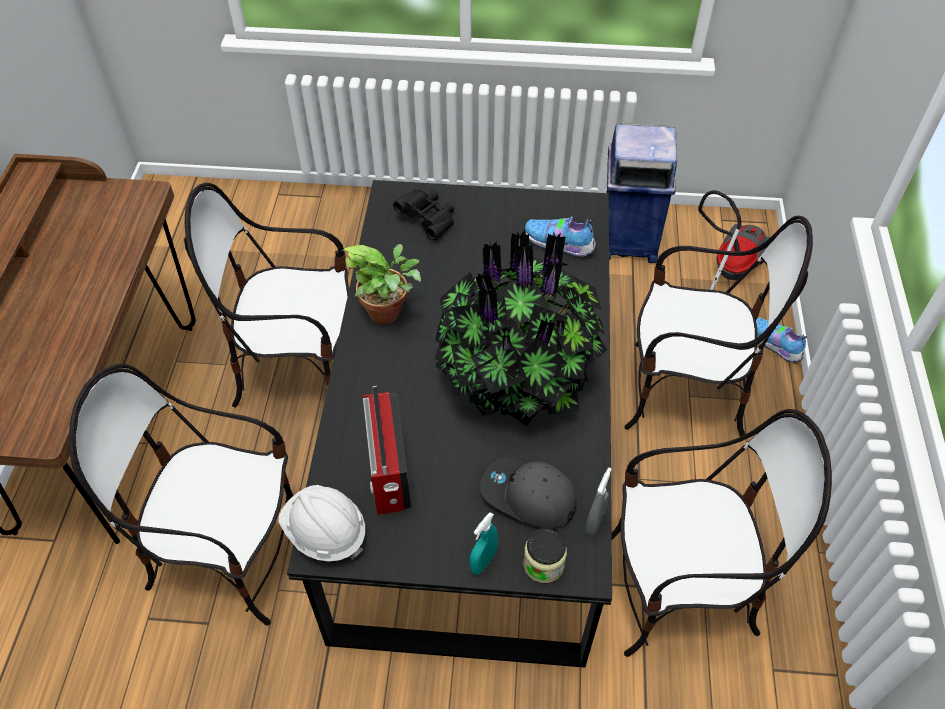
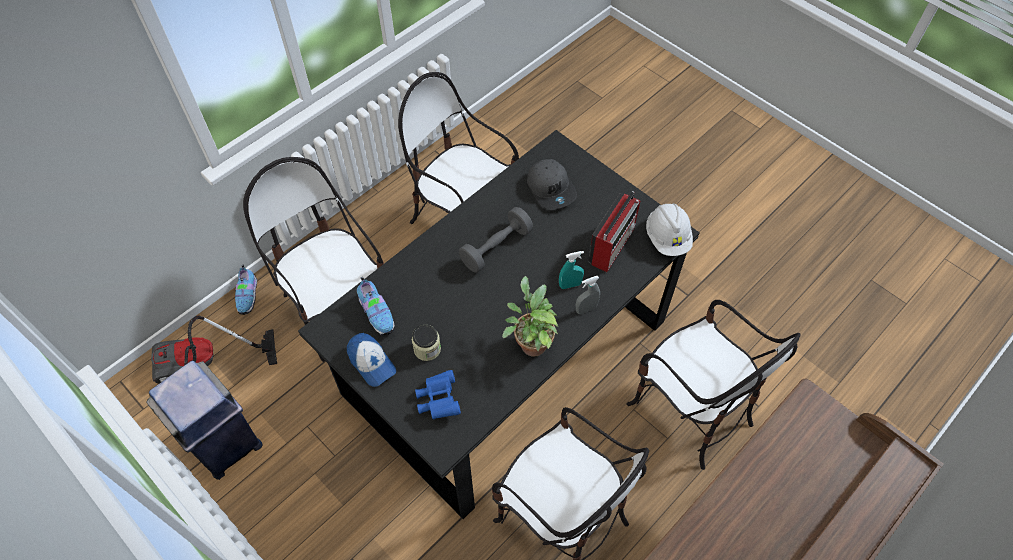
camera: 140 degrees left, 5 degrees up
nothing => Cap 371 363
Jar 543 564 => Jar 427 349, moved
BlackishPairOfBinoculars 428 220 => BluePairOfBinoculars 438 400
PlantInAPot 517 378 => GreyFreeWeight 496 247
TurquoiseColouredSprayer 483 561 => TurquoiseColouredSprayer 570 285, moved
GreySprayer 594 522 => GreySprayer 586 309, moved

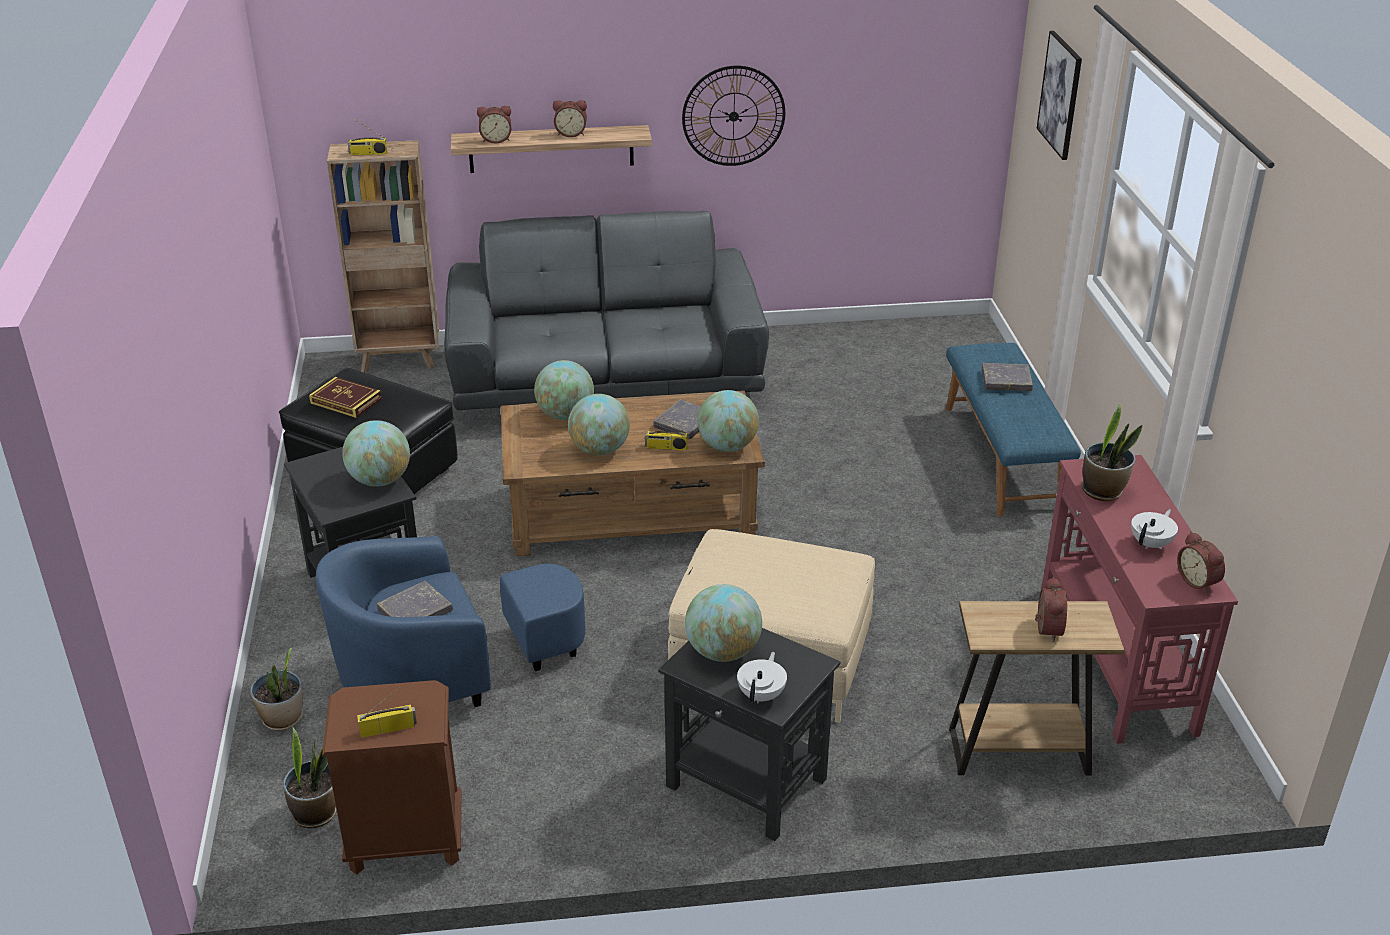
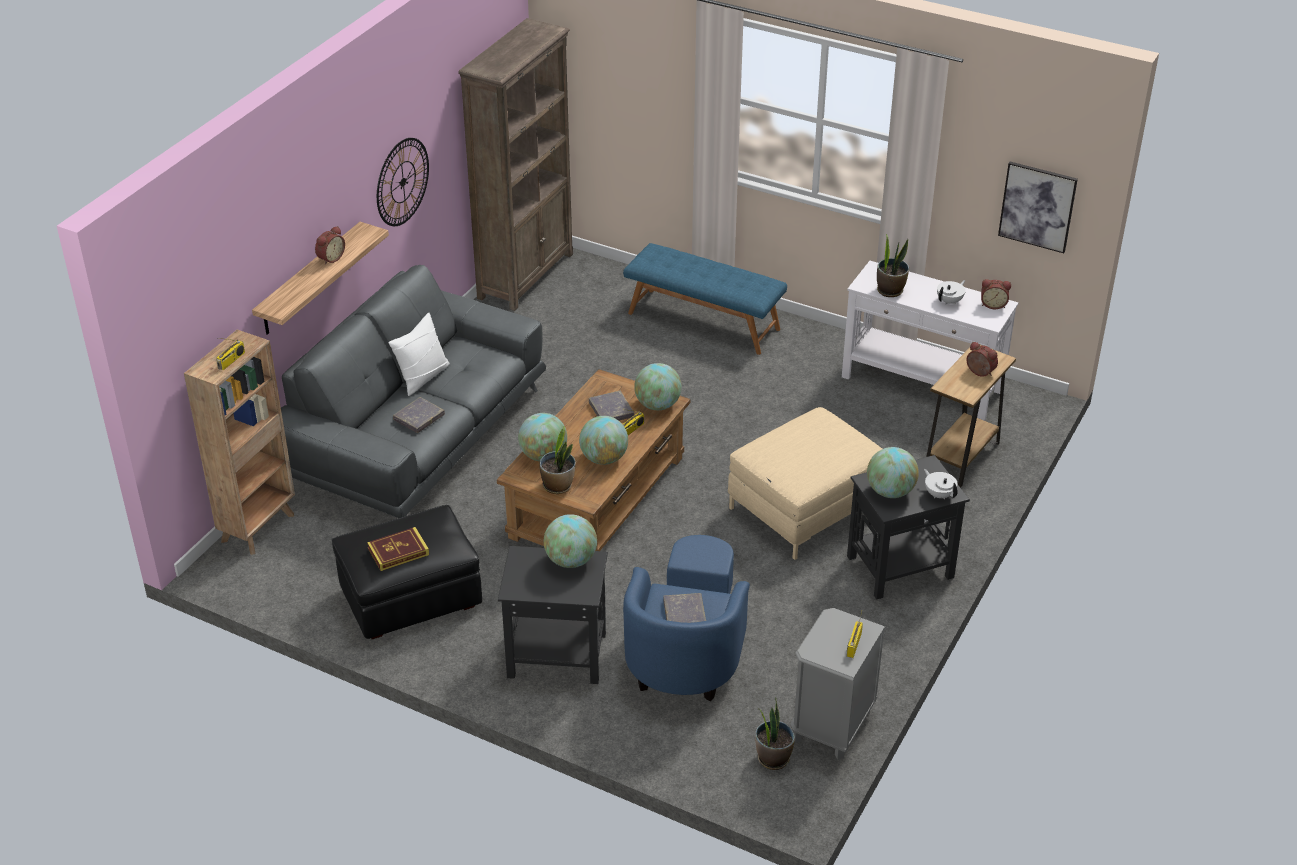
camera: 55 degrees left, 5 degrees up
nothing => WhitishCushion 422 377
GreyBook 1006 380 => GreyBook 419 417, moved
nothing => BrownishShelvingUnit 526 275
PlantInAPot 283 719 => PlantInAPot 558 486, moved
BrownishNightTable 405 841 => GreyNightTable 831 726
RedHallTable 1115 660 => WhitishHallTable 922 385
WhitishTeaPot 1151 544 => WhitishTeaPot 950 301, 60 degrees clockwise
Picture 1060 95 => Picture 1037 206, moved
AlarmClock 496 139 => nothing

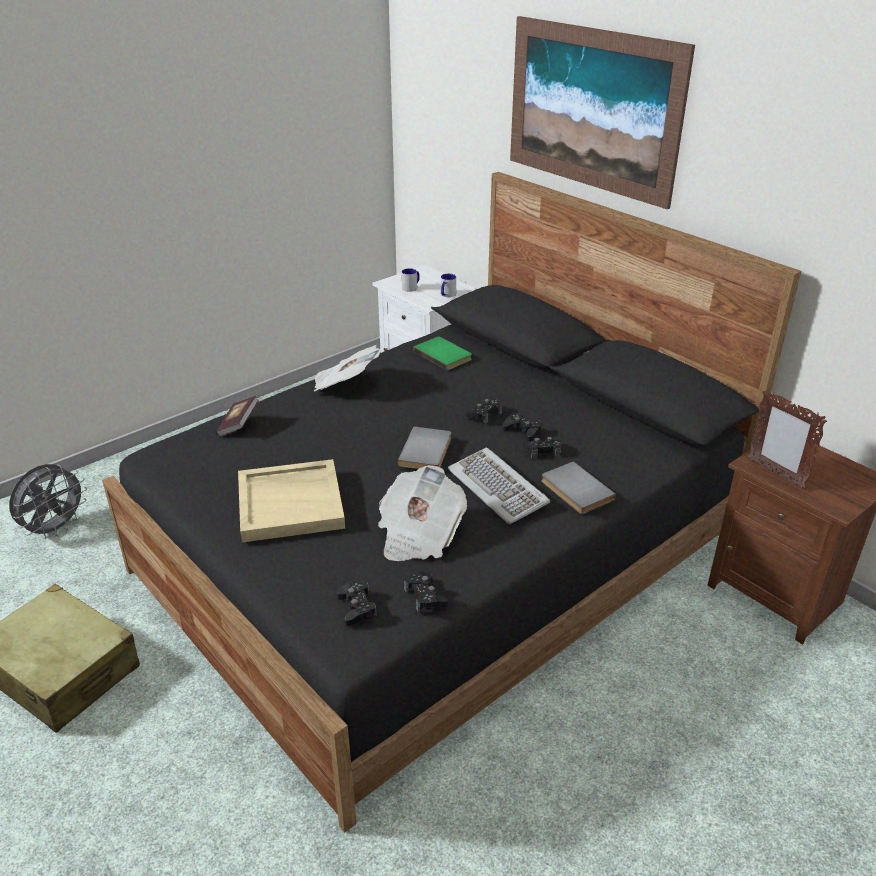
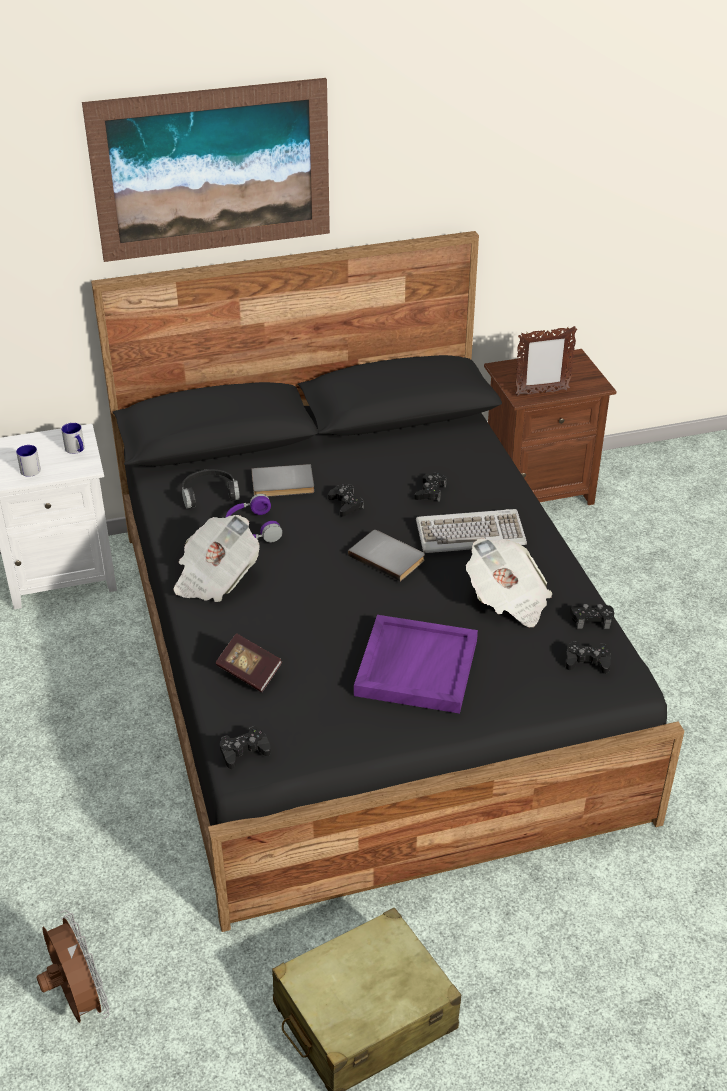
camera: 65 degrees left, 5 degrees up
GreyElectricFan 55 528 => BrownishElectricFan 78 1001
GreenBook 444 355 => BlackishPairOfHeadphones 209 493
BlackishGameController 522 431 => BlackishGameController 244 751, moved
nothing => PurplePairOfHeadphones 251 528
GreyBook 575 491 => GreyBook 283 484, moved
BeigeColouredCarryingTray 291 503 => PurpleCarryingTray 416 666

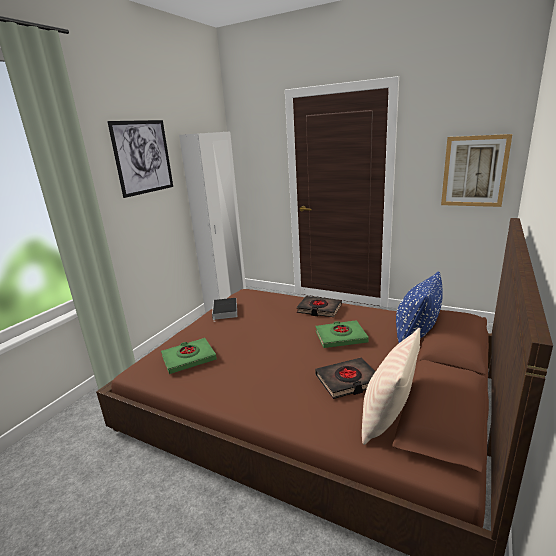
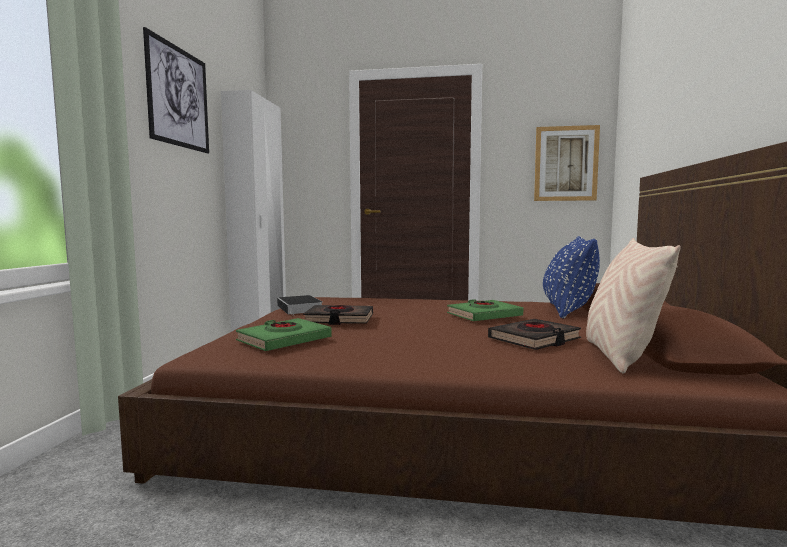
camera: 20 degrees left, 15 degrees down
BlackishBook 319 309 => BlackishBook 339 319, moved

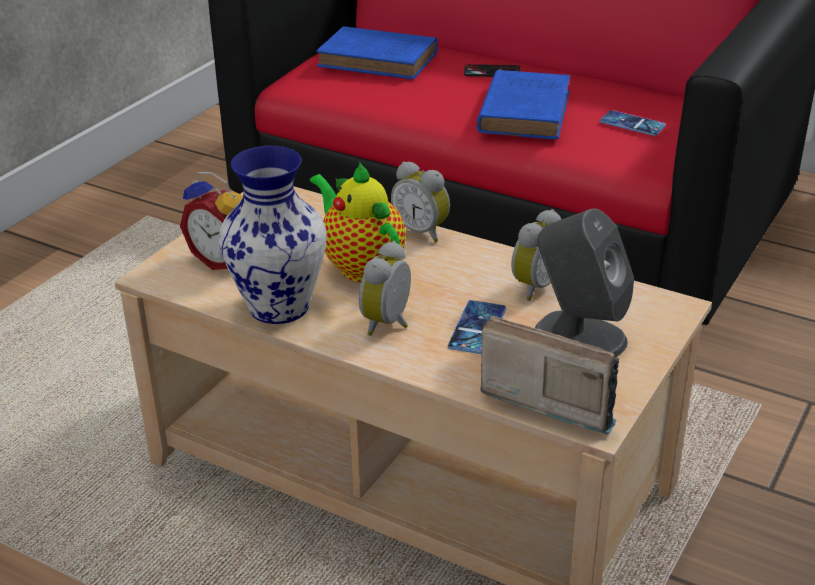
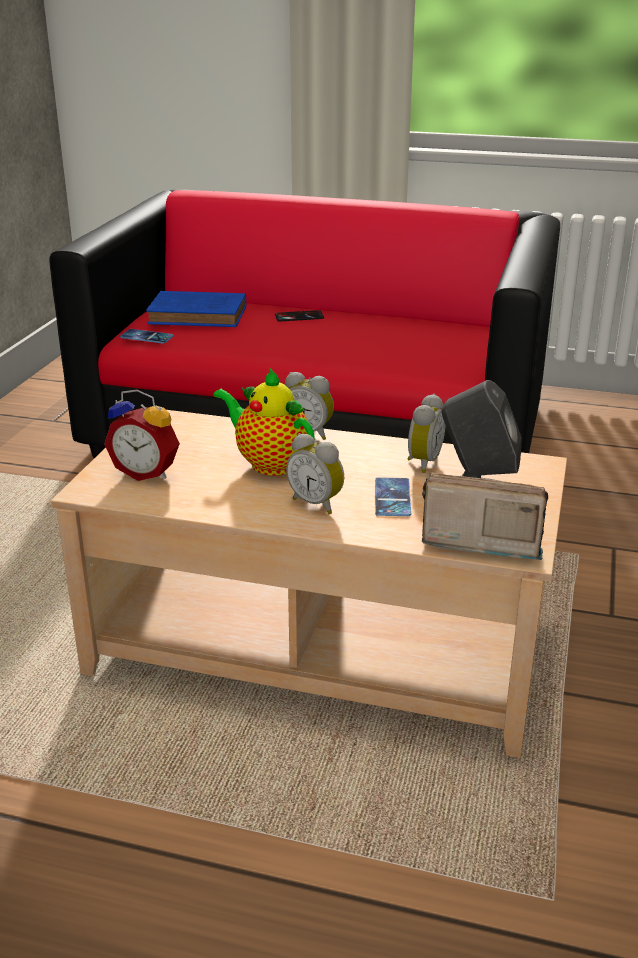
camera: 15 degrees left, 5 degrees down
Phone 632 124 => Phone 147 337, moved
AlarmClock 390 324 => AlarmClock 317 503, 60 degrees counterclockwise
Vase 280 308 => nothing
BlueBook 525 110 => nothing

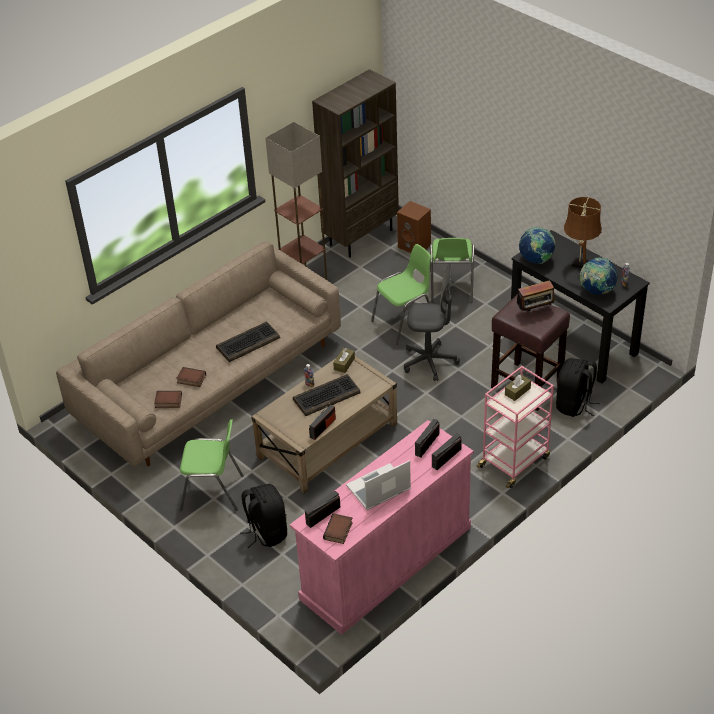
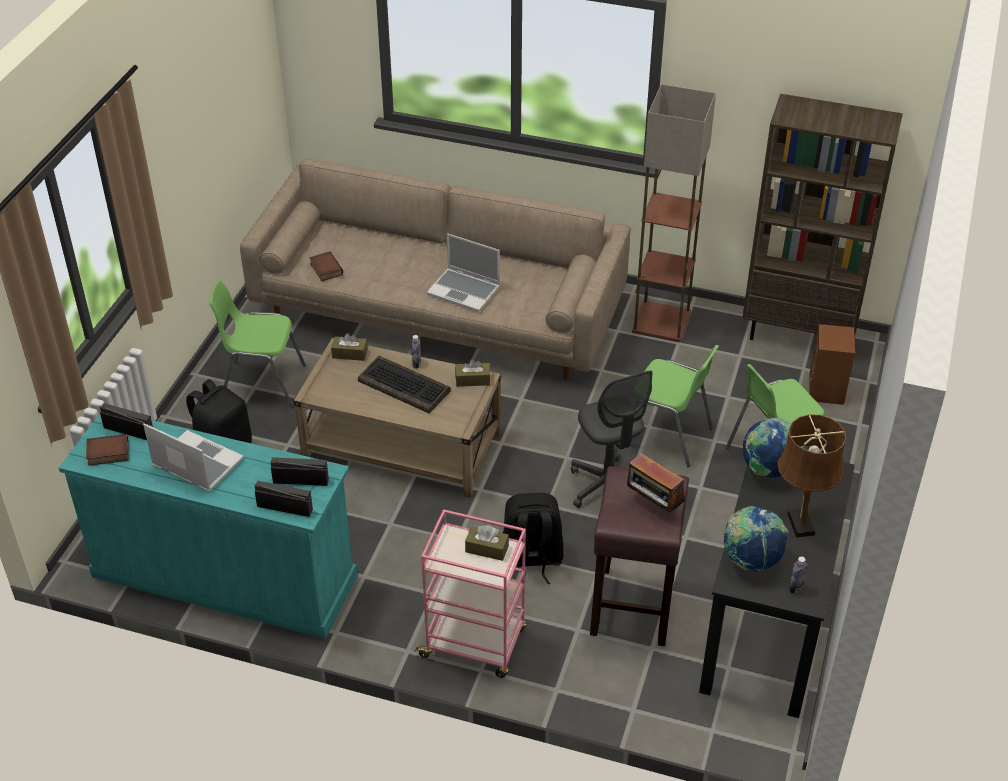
camera: 60 degrees right, 0 degrees up
PinkishChestOfDrawers 386 563 => TurquoiseColouredChestOfDrawers 223 576
GreenPlainChair 213 493 => GreenPlainChair 262 383, 120 degrees clockwise
nothing => BrownishTissueHolder 350 354
ComputerKeyboard 248 342 => Laptop 465 291
BlackishRucksack 574 405 => BlackishRucksack 531 560, moved
Book 191 379 => nothing
RadioSet 322 428 => nothing

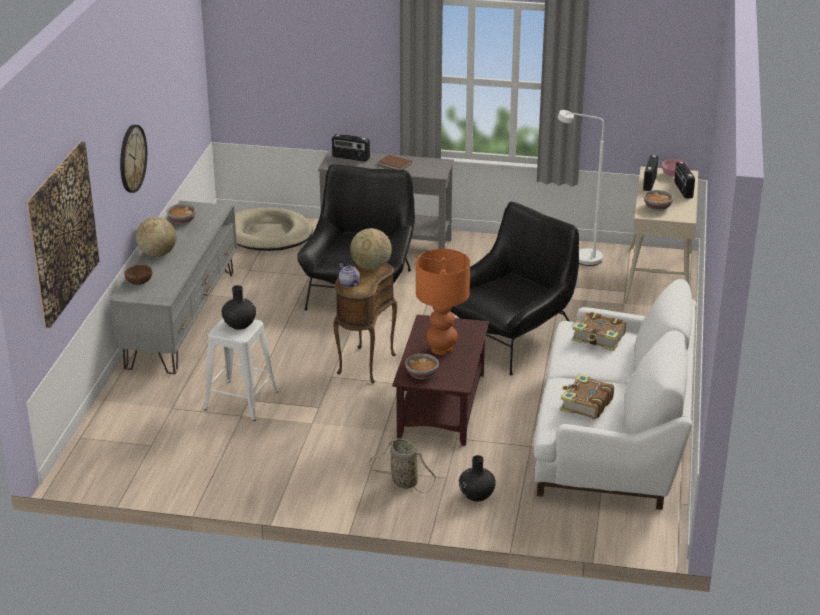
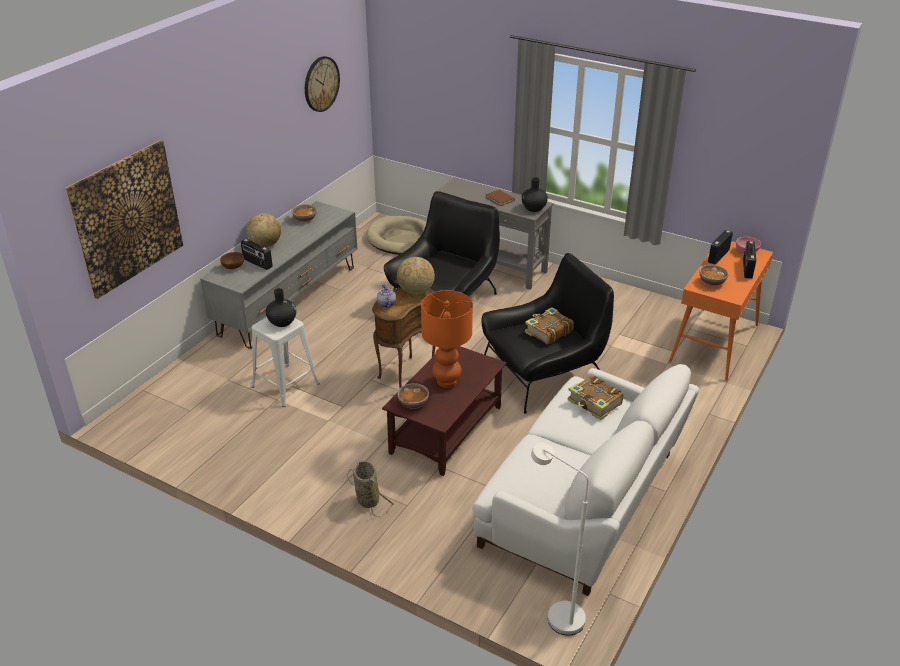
camera: 20 degrees right, 5 degrees up
RadioSet 350 158 => RadioSet 257 263, moved
WallClock 132 158 => WallClock 321 84, moved
BlackishVase 476 495 => BlackishVase 533 208, moved
Book 585 404 => Book 548 332, moved
WhitishStandingLamp 580 258 => WhitishStandingLamp 556 614, moved
BeigeColouredHallTable 659 277 => OrangeHallTable 714 344

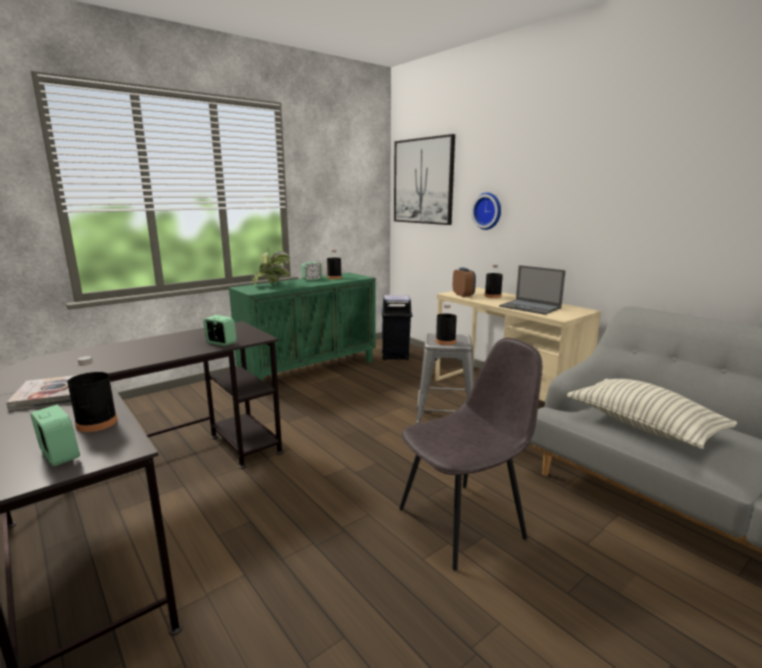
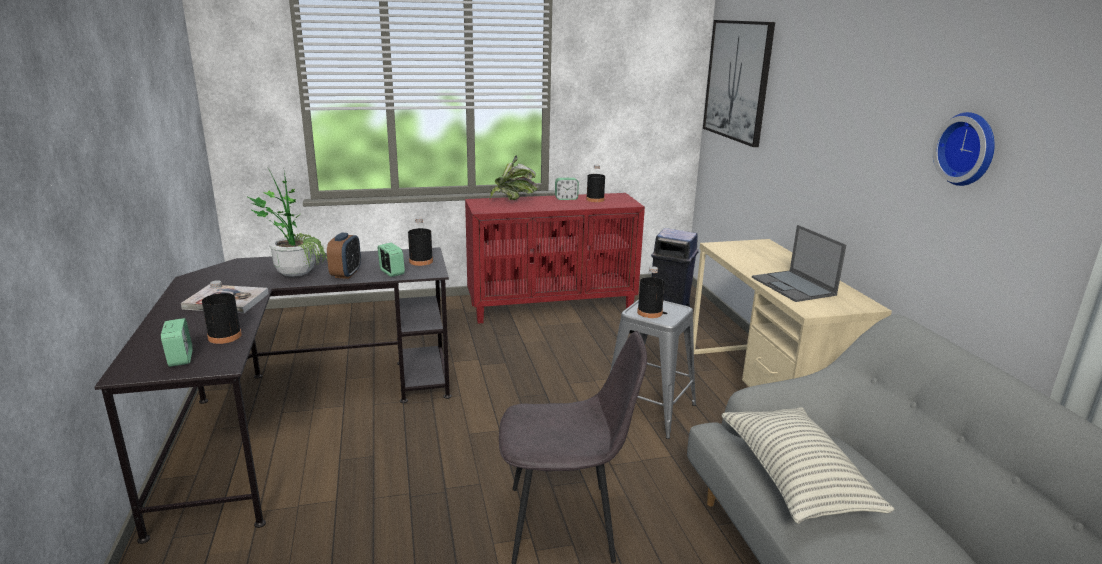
camera: 25 degrees right, 5 degrees up
nothing => PlantInAPot 293 272
AlarmClock 463 295 => AlarmClock 346 274, moved
BlackishBottle 493 296 => BlackishBottle 421 261, moved
GreenCupboard 310 369 => RedCupboard 552 307
WallClock 488 211 => WallClock 968 149, moved

